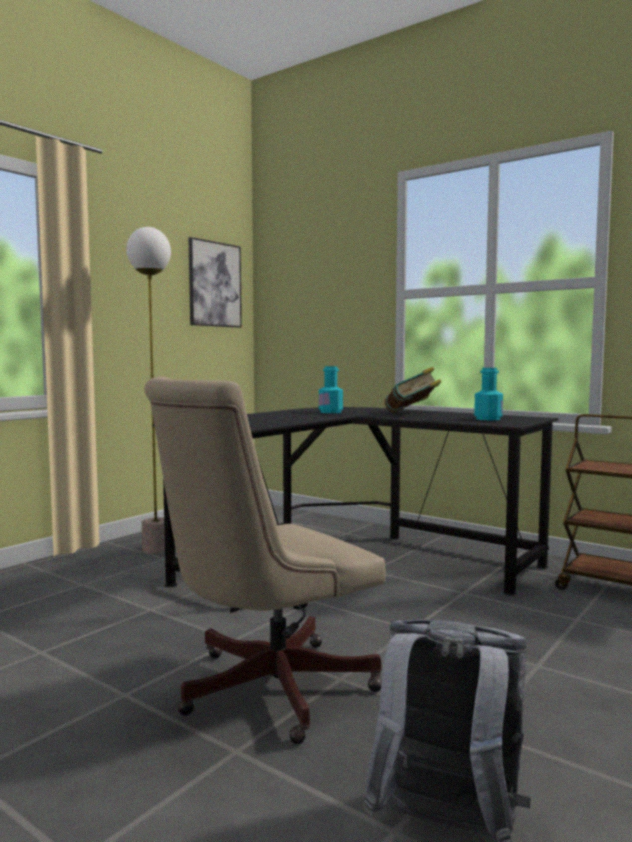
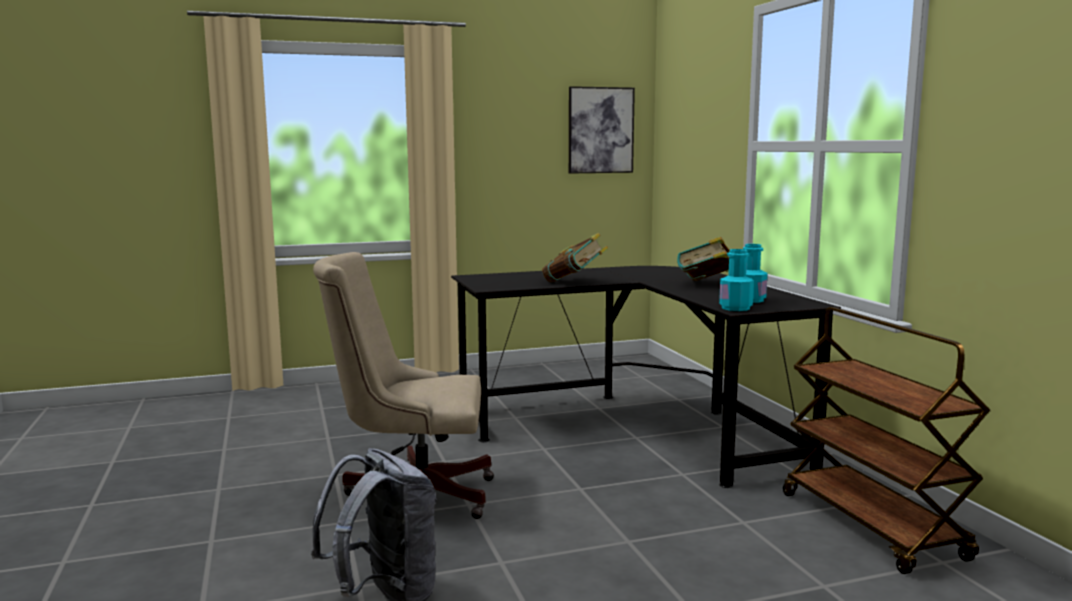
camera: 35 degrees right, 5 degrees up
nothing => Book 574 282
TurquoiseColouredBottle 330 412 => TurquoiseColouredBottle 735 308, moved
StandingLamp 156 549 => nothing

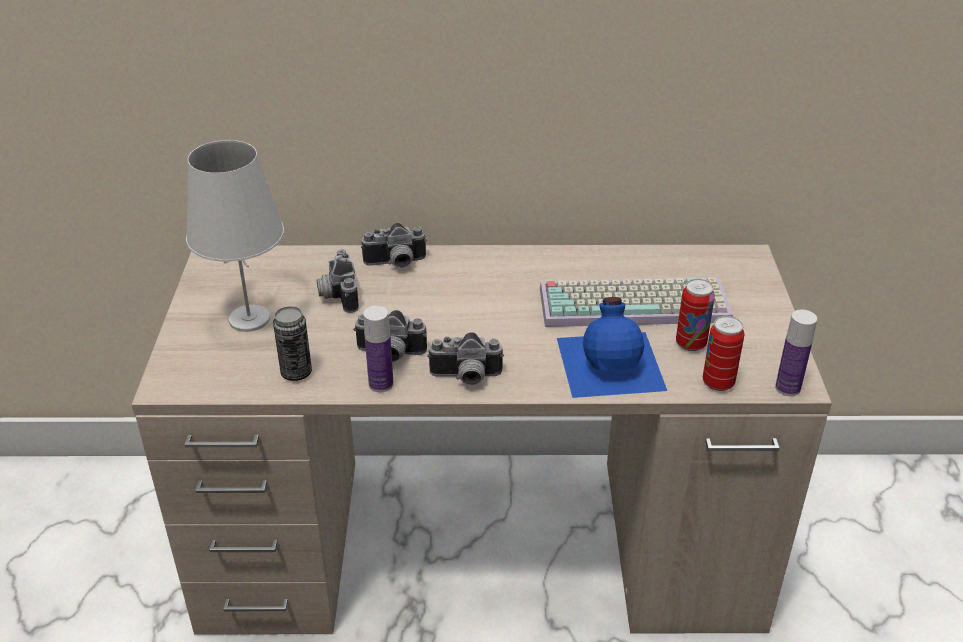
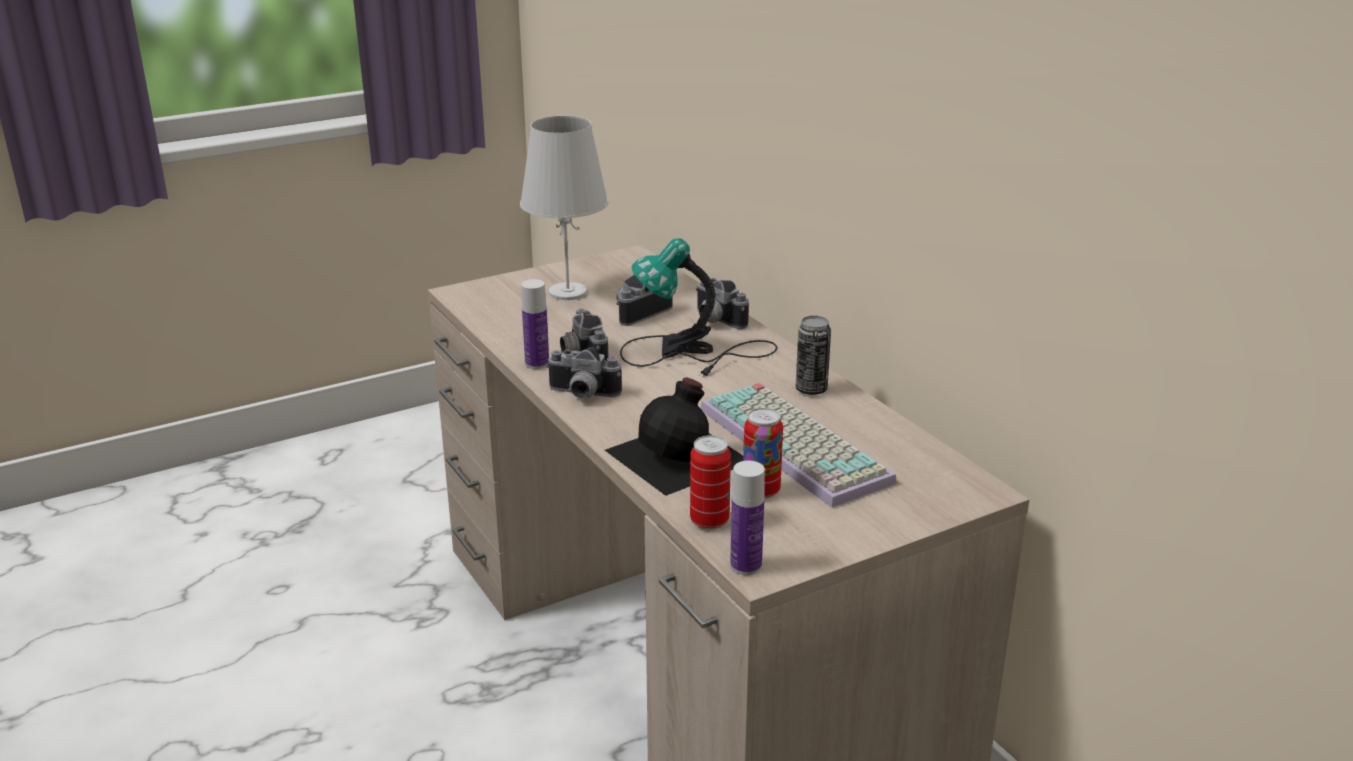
camera: 60 degrees right, 10 degrees down
StillCamera 465 378 => StillCamera 581 395, 45 degrees counterclockwise
BlueBottle 611 362 => BlackishBottle 680 456
nothing => TabletopLamp 692 353
MetalCan 296 373 => MetalCan 811 389, moved

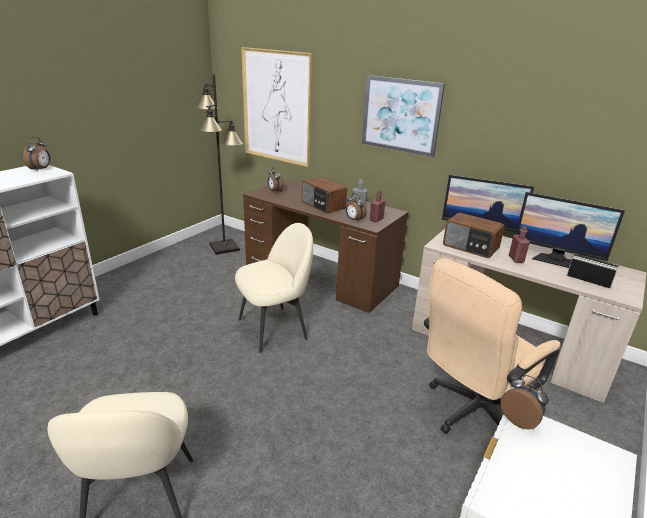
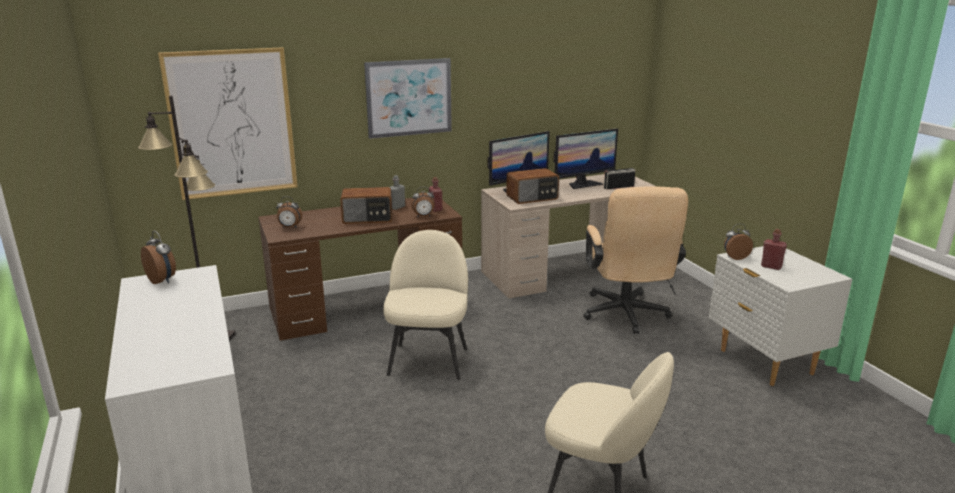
camera: 55 degrees left, 5 degrees down
RedBottle 516 259 => RedBottle 771 266, moved

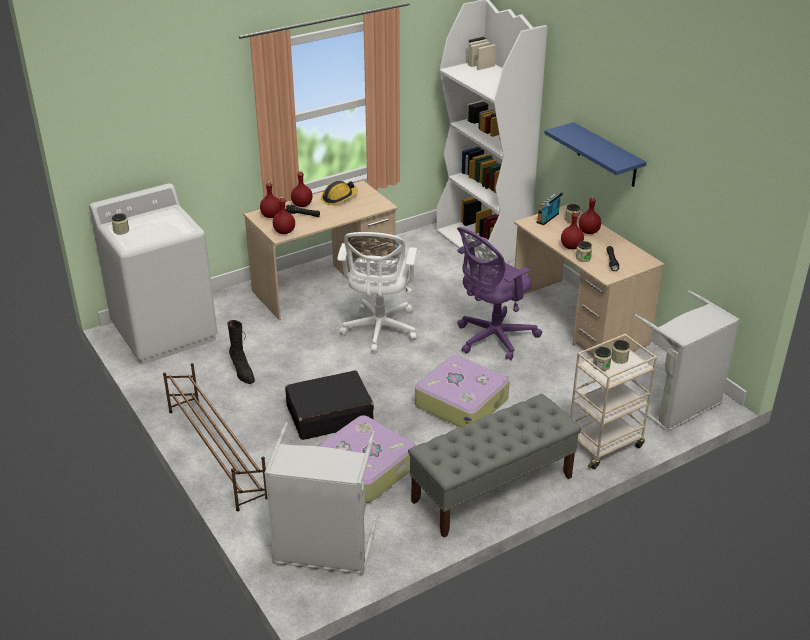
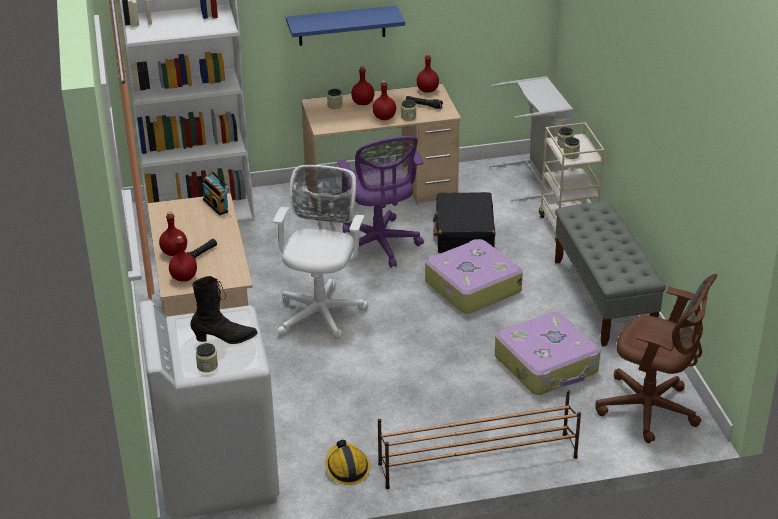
camera: 70 degrees left, 0 degrees up
BlackishTallBoot 242 372 => BlackishTallBoot 225 339, moved
RadioSet 549 219 => RadioSet 217 205, moved
WhitishOfficeChair 379 331 => WhitishOfficeChair 321 312, 105 degrees counterclockwise
SafetyHelmet 339 198 => SafetyHelmet 346 468, moved
RedBottle 284 231 => RedBottle 427 90, moved
BlackishTravelCase 329 415 => BlackishTravelCase 464 233, moved
GreyLaundryBasket 323 551 => BrownishOfficeChair 651 410

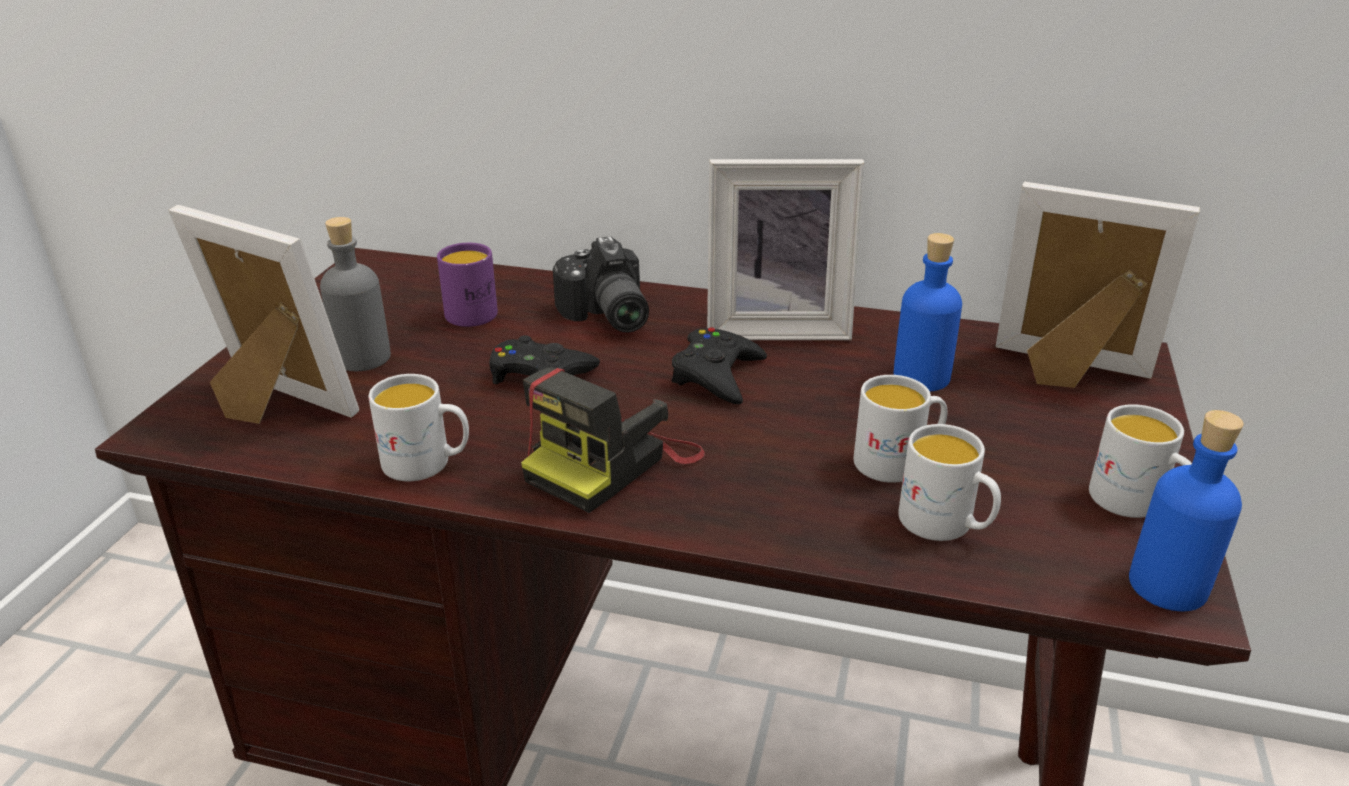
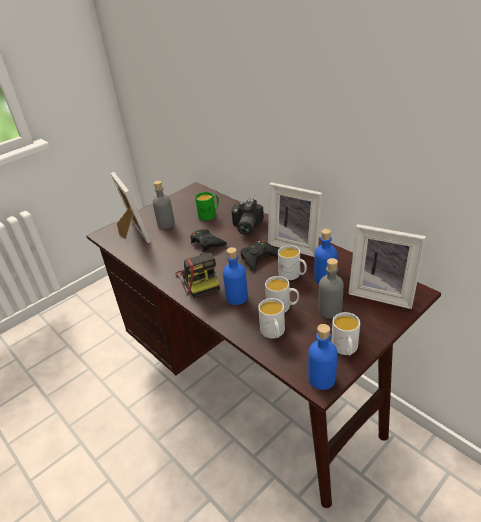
camera: 35 degrees right, 5 degrees up
StillCamera 611 463 => StillCamera 199 279, 90 degrees counterclockwise
PurpleTeaMug 476 311 => GreenTeaMug 209 214
nothing => BlueBottle 237 297
WhitishTeaMug 427 464 => WhitishTeaMug 293 275, moved
nothing => GreyBottle 330 310
PhotoFrame 1068 373 => PhotoFrame 382 293, 150 degrees clockwise

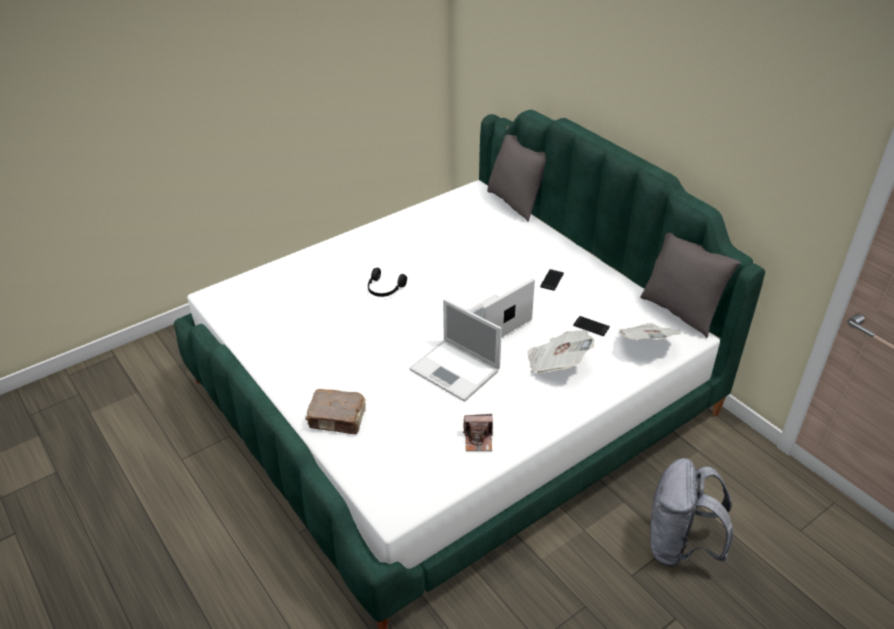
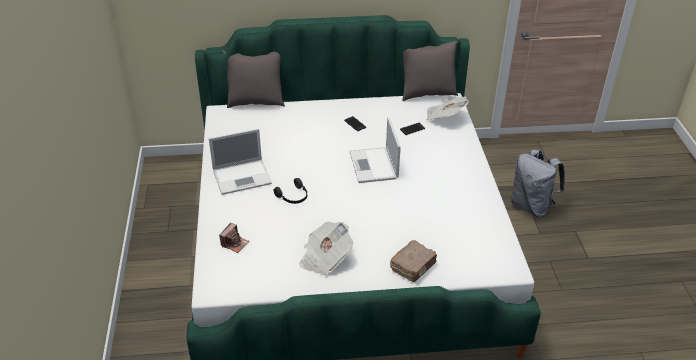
camera: 60 degrees left, 0 degrees up
Laptop 456 371 => Laptop 243 176, moved
StillCamera 478 440 => StillCamera 234 243, moved
DailyPaper 556 364 => DailyPaper 325 258, moved

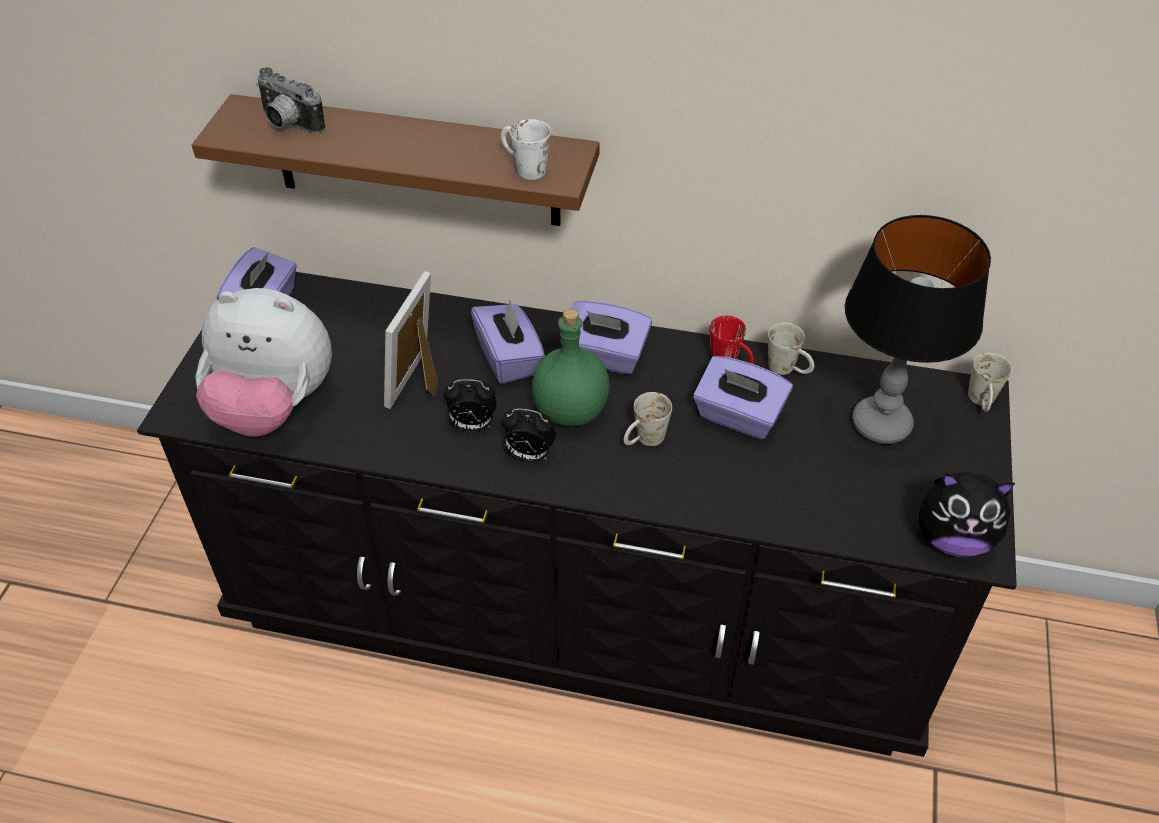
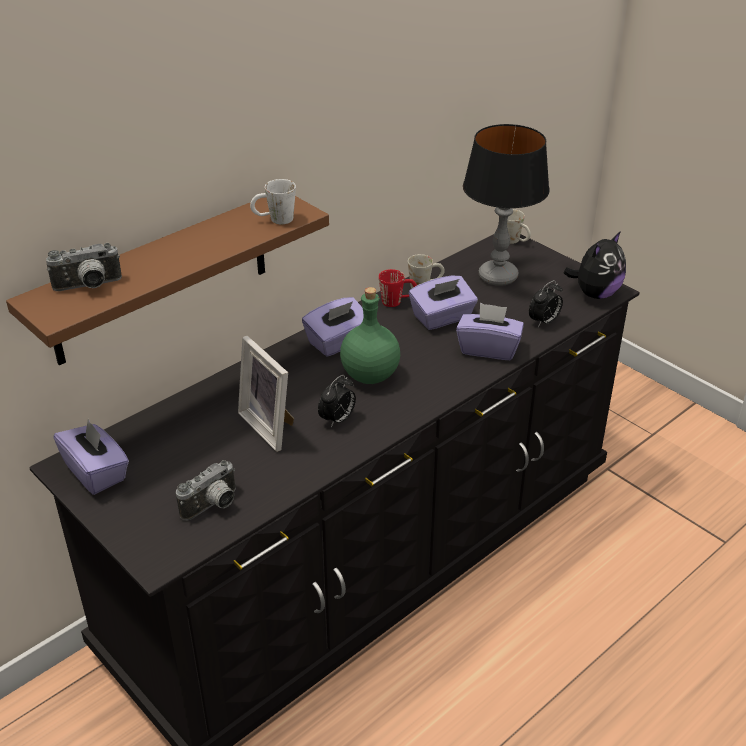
camera: 55 degrees left, 10 degrees down
CuddlyToy 274 407 => StillCamera 213 506
PurpleTissueHolder 509 359 => PurpleTissueHolder 488 349, moved
AlarmClock 528 455 => AlarmClock 544 322, moved
WhitishTeaMug 644 441 => nothing

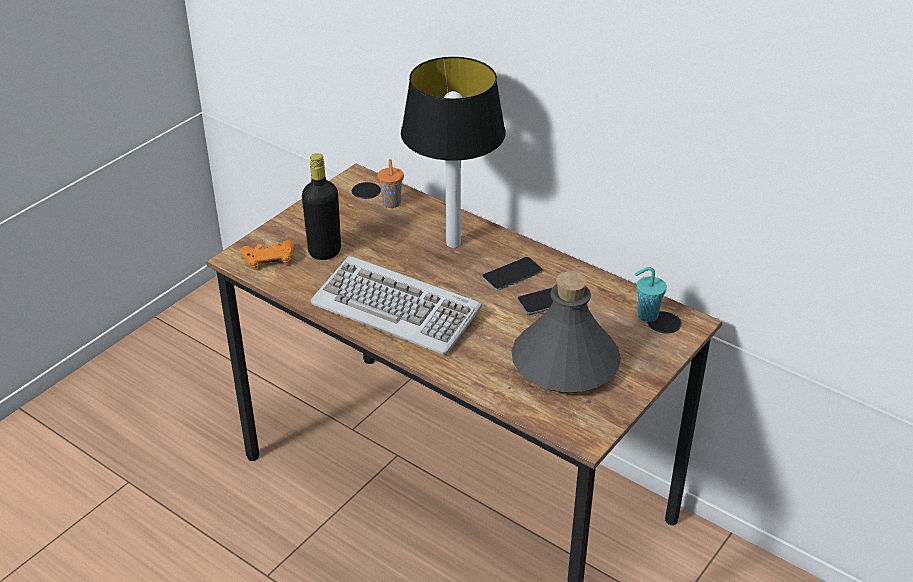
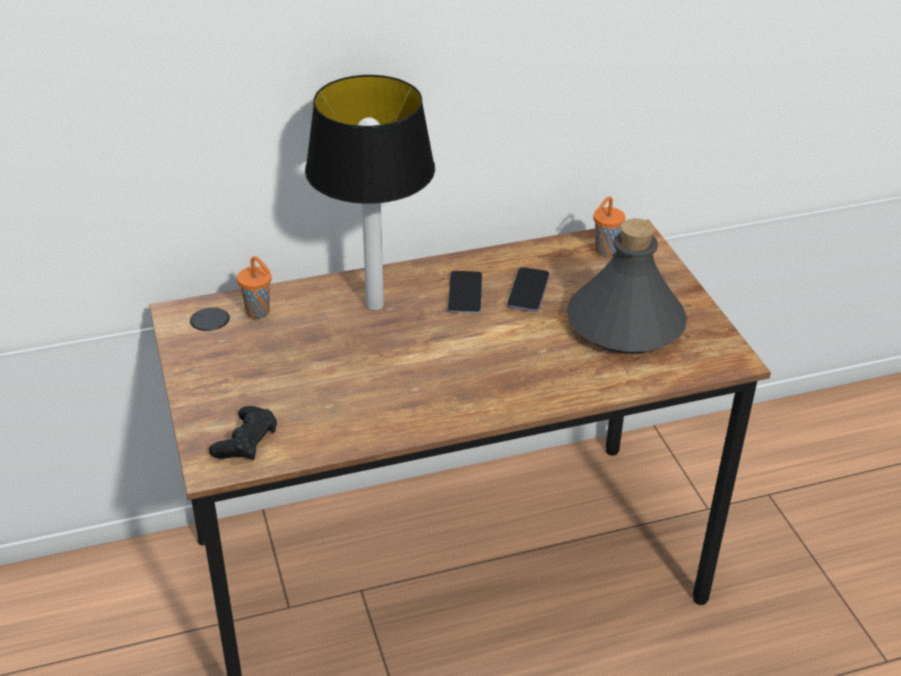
camera: 55 degrees left, 0 degrees up
OrangeGameController 269 259 => BlackishGameController 245 441
TurquoiseColouredDrinkingCup 646 315 => OrangeDrinkingCup 604 250
BlackishBottle 324 251 => nothing
ComputerKeyboard 397 309 => nothing

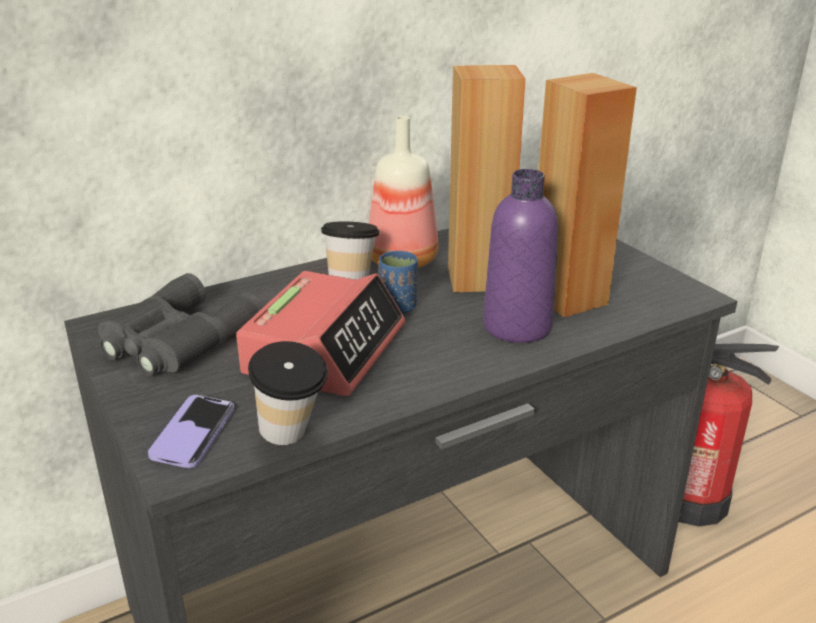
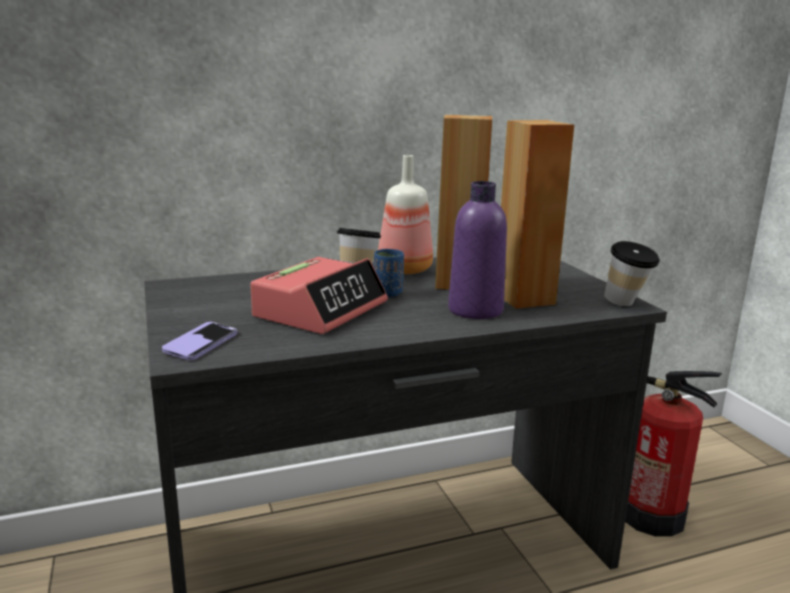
camera: 10 degrees right, 10 degrees down
DrinkingCup 292 439 => DrinkingCup 626 304, moved
GreyPairOfBinoculars 175 341 => nothing

